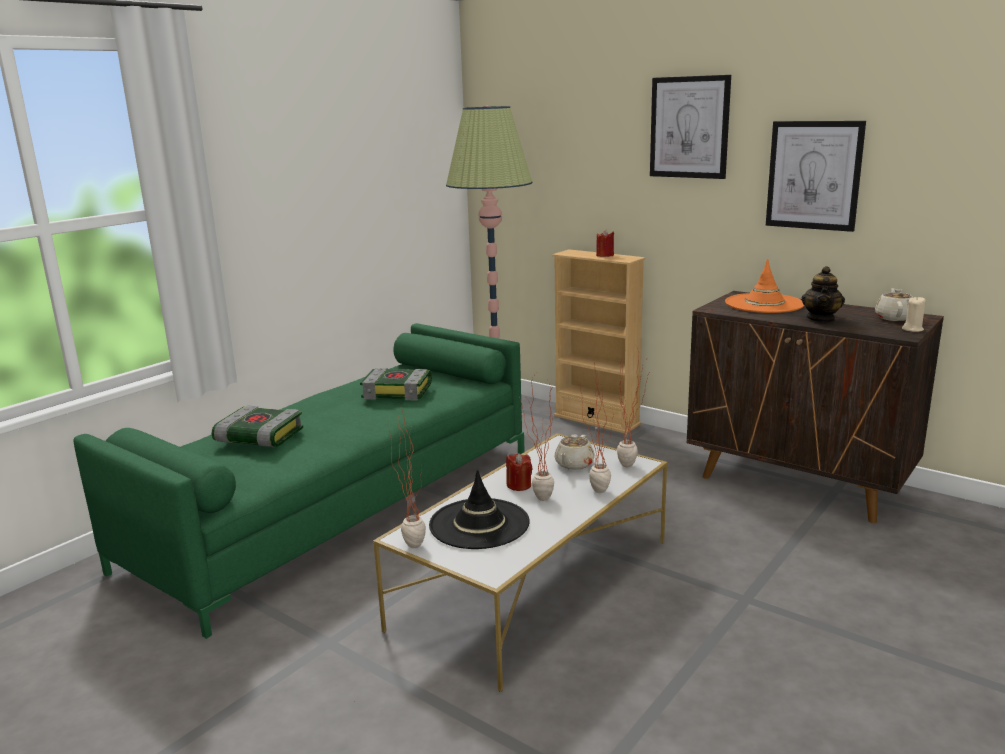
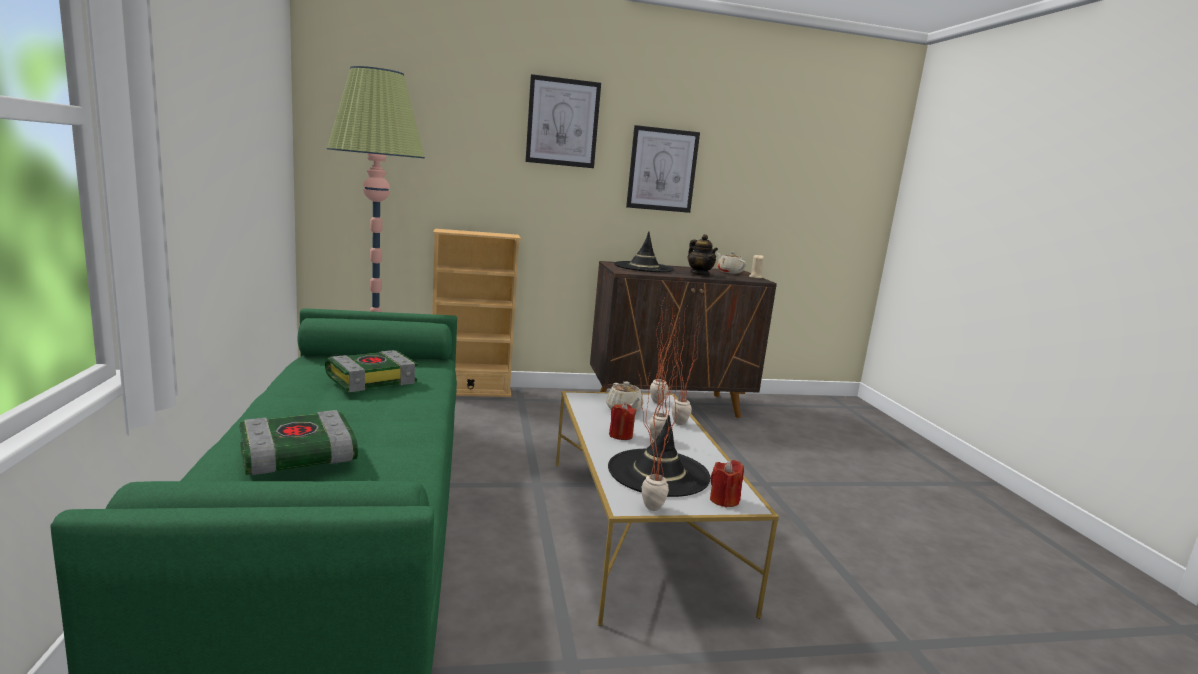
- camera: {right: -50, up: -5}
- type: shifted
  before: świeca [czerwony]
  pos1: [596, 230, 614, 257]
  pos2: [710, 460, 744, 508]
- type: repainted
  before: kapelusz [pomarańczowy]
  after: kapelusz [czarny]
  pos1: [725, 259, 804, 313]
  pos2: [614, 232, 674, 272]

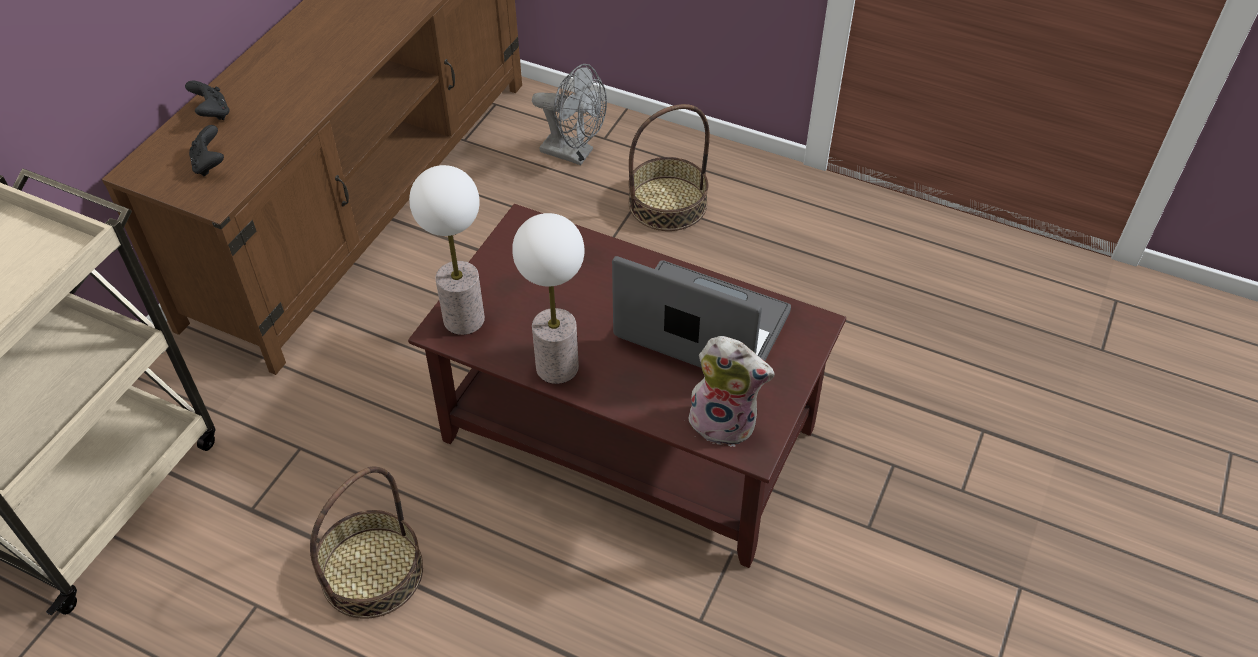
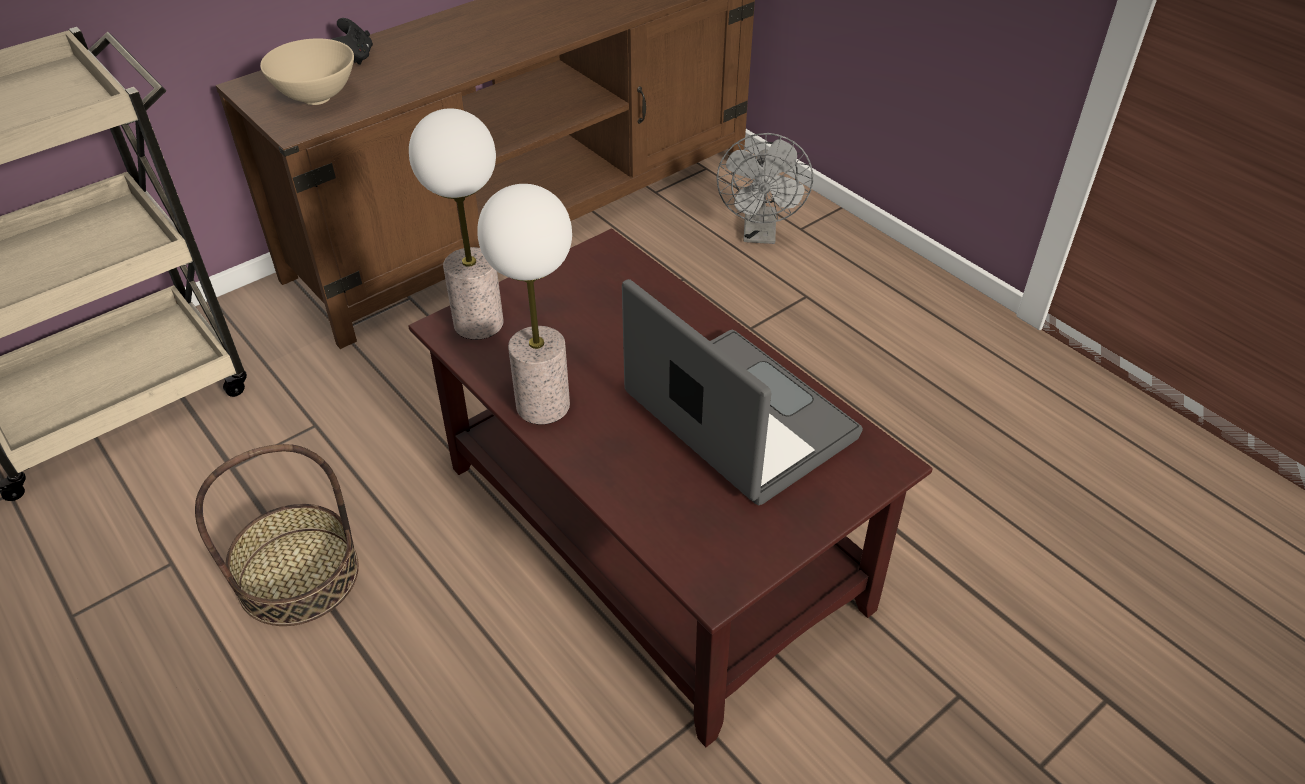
- camera: {right: 25, up: -5}
- type: swapped
  before: pad do gier [czarny]
  after: miska [beżowy]
  pos1: [189, 125, 224, 177]
  pos2: [260, 38, 354, 105]
- type: rotated
  before: wentylator [szary]
  pos1: [532, 64, 607, 165]
  pos2: [717, 133, 813, 244]
  turn: 45
- type: gone
  before: koszyk
  pos1: [628, 104, 710, 231]
- type: gone
  before: pluszak
  pos1: [688, 336, 775, 447]

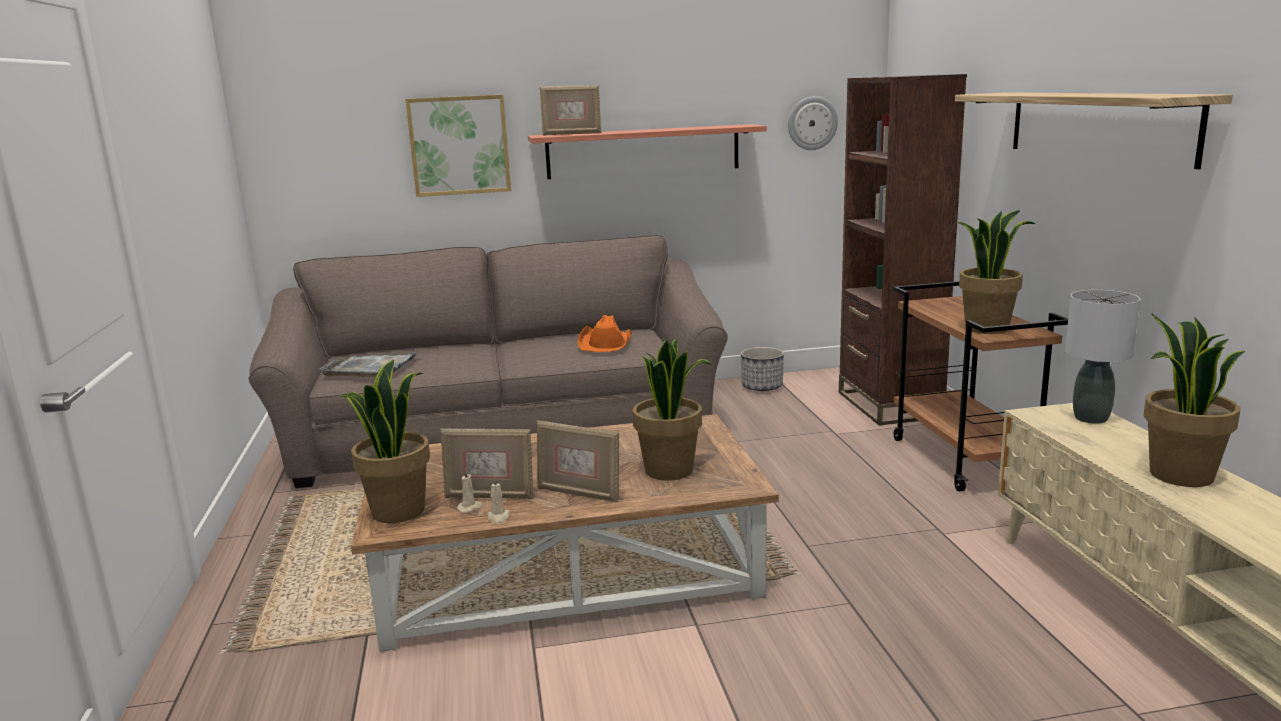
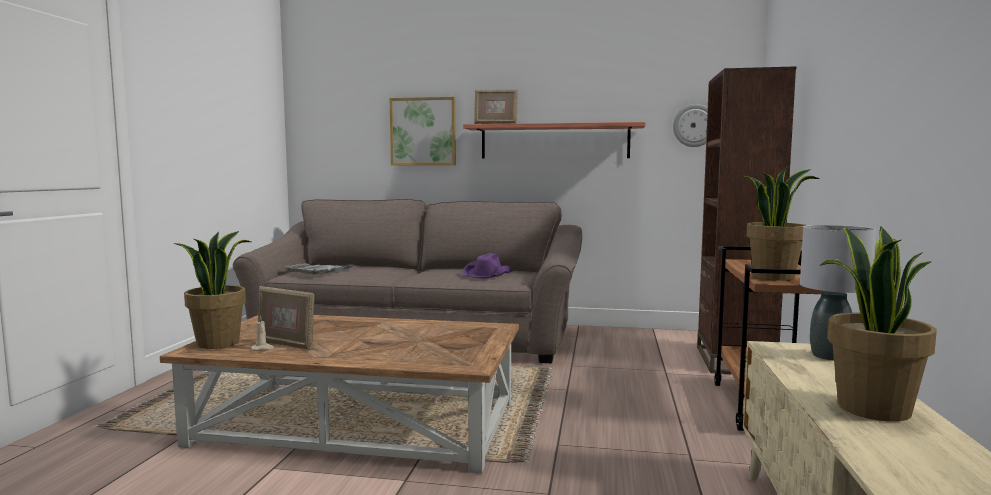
- camera: {right: 20, up: -10}
- type: gone
  before: świeca [beżowy]
  pos1: [487, 476, 510, 524]
- type: gone
  before: ramka na zdjęcie
  pos1: [537, 420, 619, 502]
- type: repainted
  before: kapelusz [pomarańczowy]
  after: kapelusz [fioletowy]
  pos1: [578, 315, 632, 352]
  pos2: [462, 253, 513, 278]
- type: gone
  before: roślina doniczkowa
  pos1: [632, 338, 712, 481]
- type: gone
  before: donica
  pos1: [741, 347, 784, 391]
- type: gone
  before: półka
  pos1: [955, 92, 1233, 169]

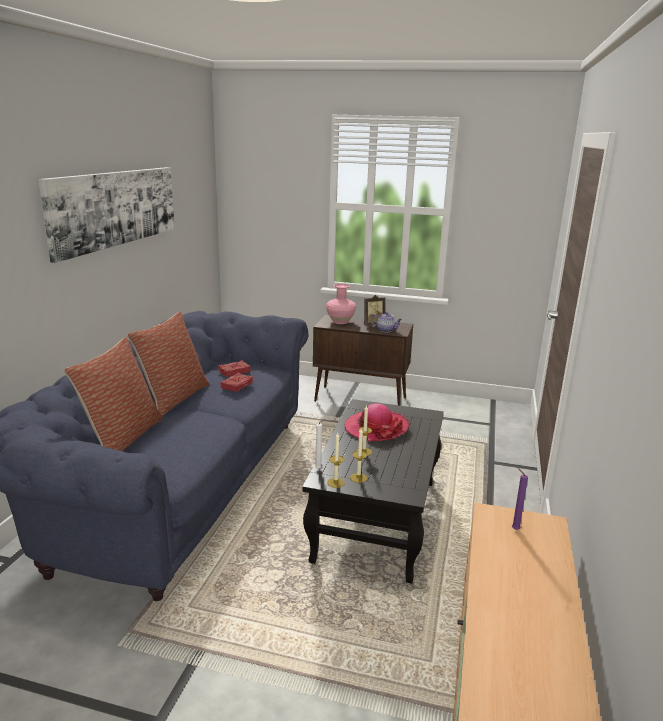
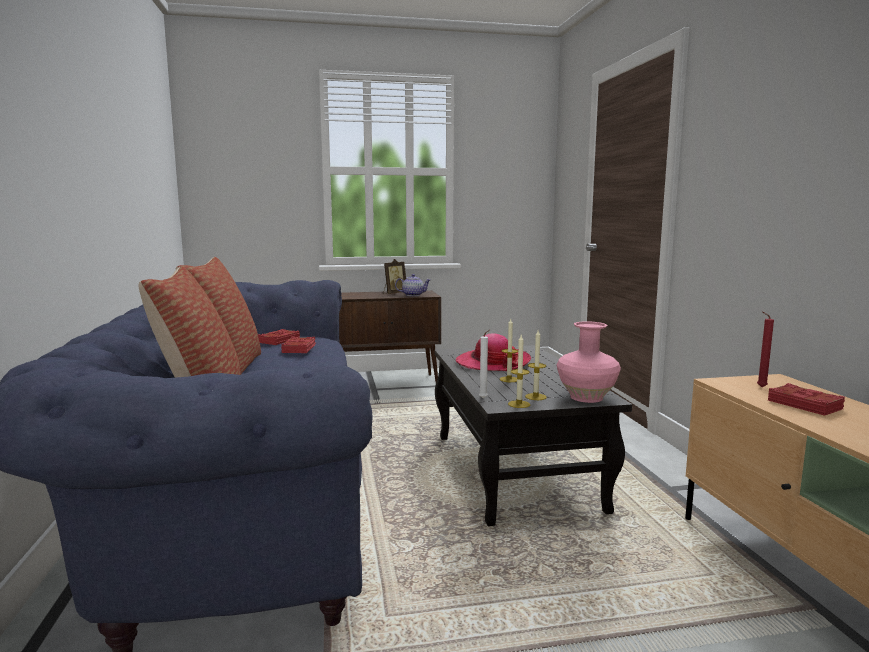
- camera: {right: -25, up: -10}
- type: gone
  before: obraz
  pos1: [39, 167, 175, 263]
- type: shifted
  before: wazon [różowy]
  pos1: [326, 284, 356, 324]
  pos2: [557, 321, 621, 403]
- type: repainted
  before: świeca [fioletowy]
  after: świeca [czerwony]
  pos1: [512, 468, 528, 530]
  pos2: [757, 312, 774, 387]
- type: new
  after: książka [czerwony]
  pos2: [768, 383, 845, 416]

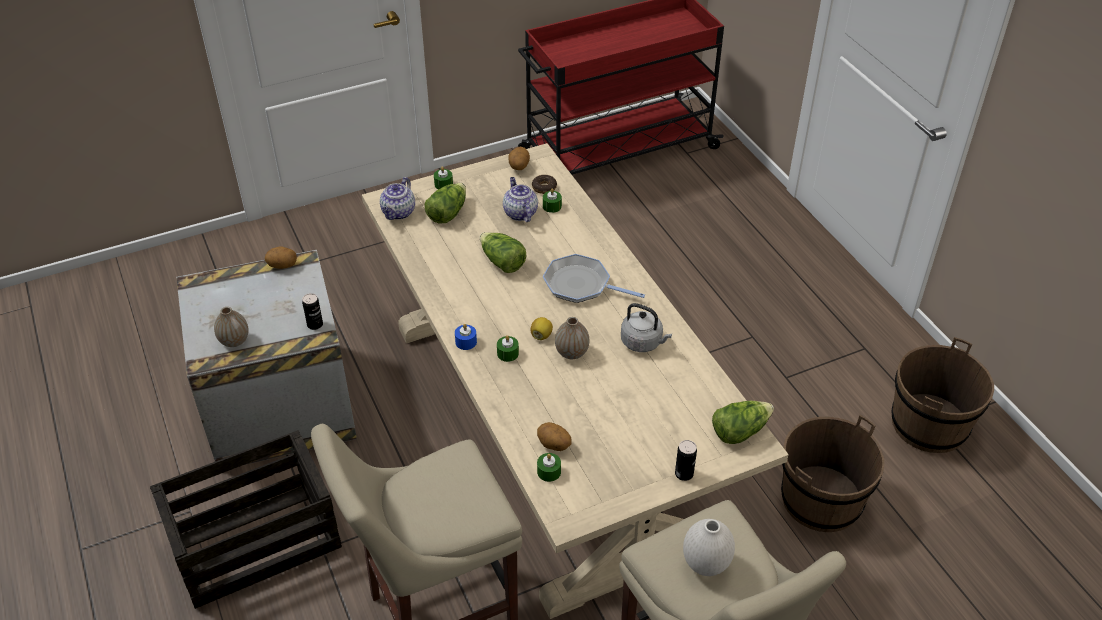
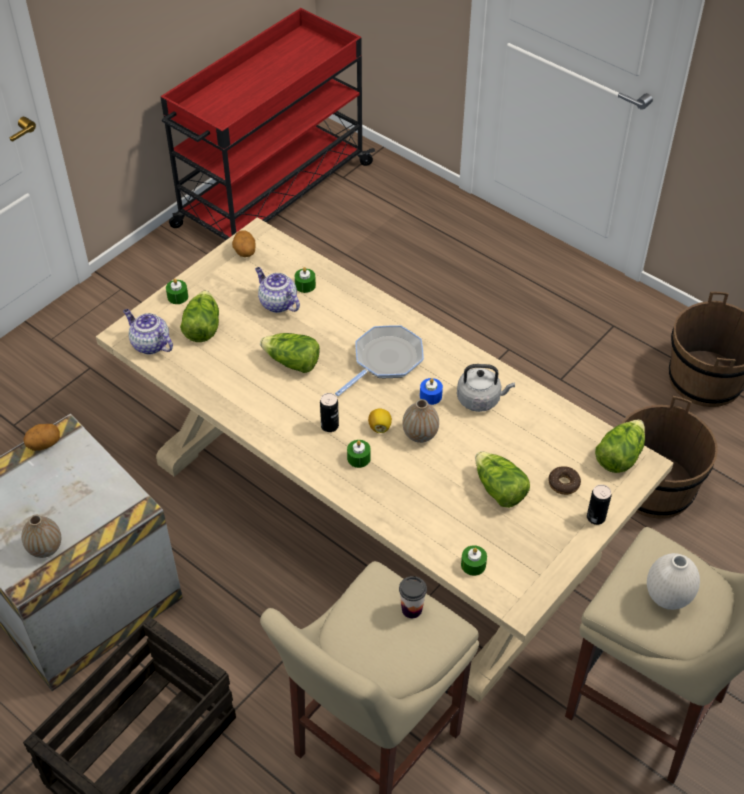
- camera: {right: -25, up: 5}
- type: shifted
  before: puszka
  pos1: [302, 293, 323, 330]
  pos2: [320, 393, 339, 432]
- type: rotated
  before: imbryk
  pos1: [380, 177, 415, 220]
  pos2: [123, 309, 173, 355]
  turn: 135
- type: shifted
  before: świeca [niebieski]
  pos1: [455, 324, 477, 350]
  pos2: [420, 378, 443, 405]
- type: shifted
  before: donut
  pos1: [532, 175, 557, 194]
  pos2: [548, 466, 581, 495]
- type: gone
  before: ziemniak
  pos1: [537, 422, 572, 451]
- type: rotated
  before: patelnia
  pos1: [543, 254, 645, 303]
  pos2: [335, 325, 424, 396]
  turn: 135
- type: new
  after: filiżanka
  pos2: [399, 576, 427, 618]
- type: new
  after: sałata
  pos2: [475, 451, 530, 508]

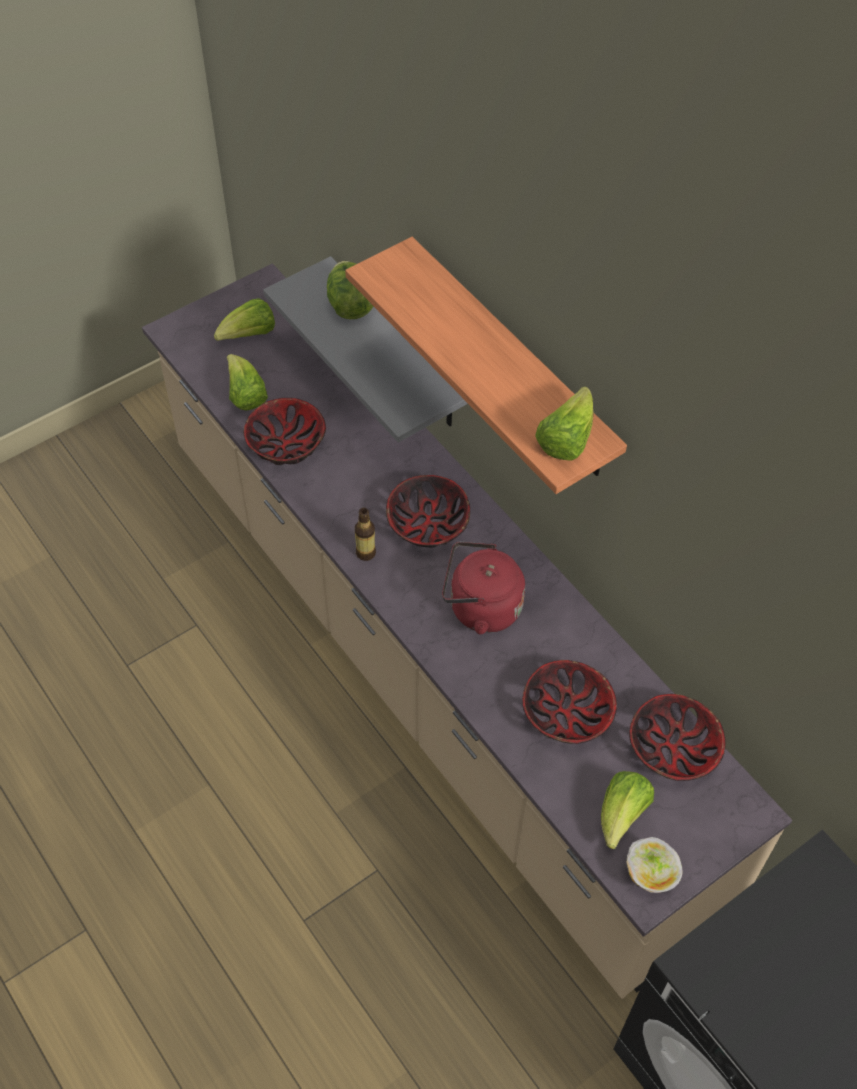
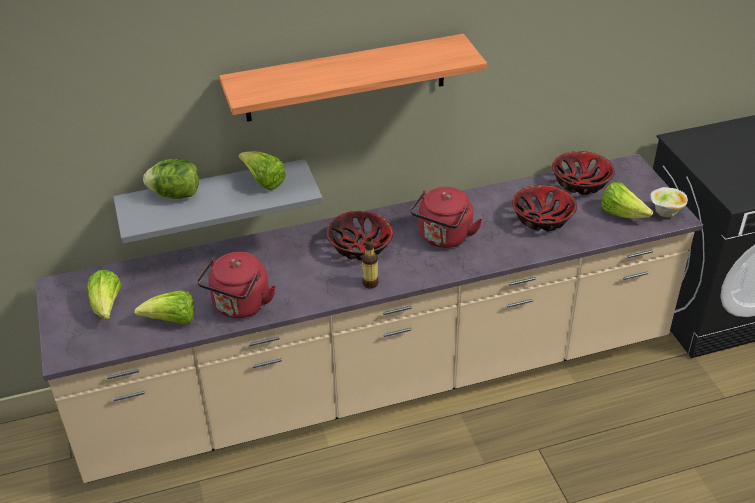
- camera: {right: -70, up: -15}
- type: swapped
  before: miska
  after: czajnik [czerwony]
  pos1: [244, 398, 326, 465]
  pos2: [197, 252, 276, 318]
- type: shifted
  before: sałata
  pos1: [535, 386, 594, 461]
  pos2: [238, 151, 286, 190]

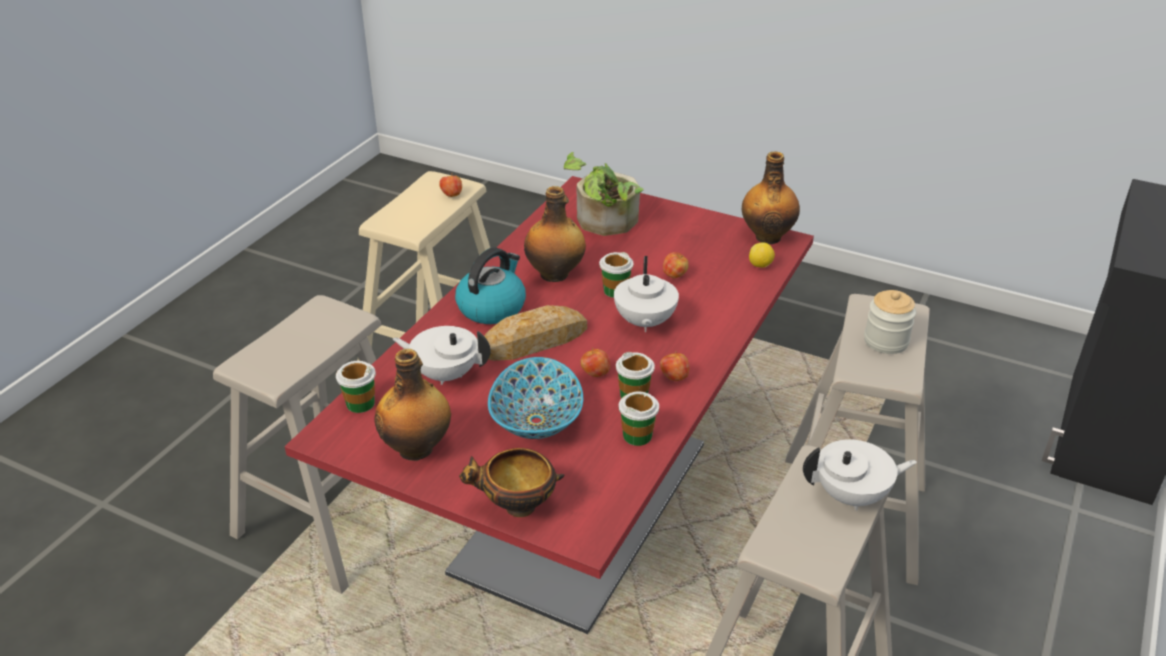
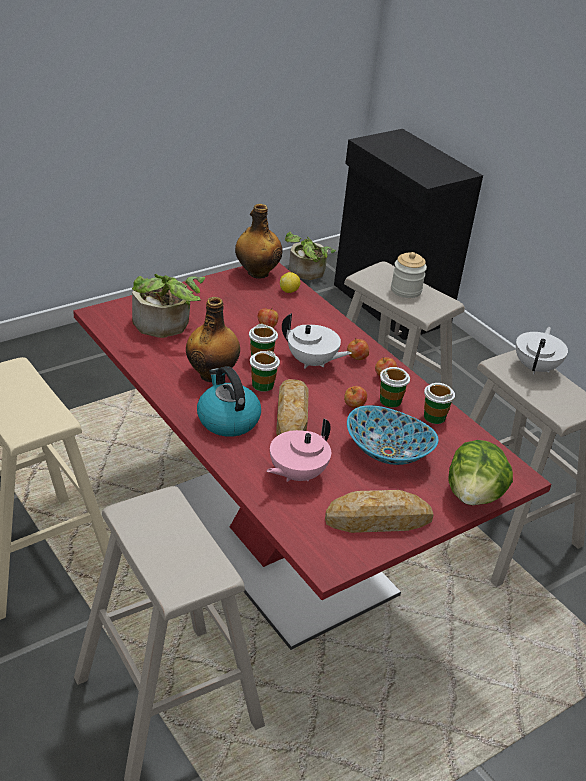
- camera: {right: -65, up: 0}
- type: shifted
  before: filiżanka
  pos1: [336, 361, 376, 413]
  pos2: [250, 351, 280, 392]
- type: swapped
  before: butelka
  after: chleb
  pos1: [374, 349, 451, 461]
  pos2: [325, 490, 434, 533]
- type: repainted
  before: imbryk [biały]
  after: imbryk [różowy]
  pos1: [393, 326, 491, 385]
  pos2: [267, 418, 331, 482]
- type: shifted
  before: jabłko
  pos1: [439, 173, 462, 197]
  pos2: [347, 338, 369, 360]
- type: swapped
  before: miska
  after: sałata
  pos1: [459, 448, 564, 517]
  pos2: [448, 440, 513, 505]
- type: new
  after: roślina doniczkowa
  pos2: [285, 232, 336, 280]

